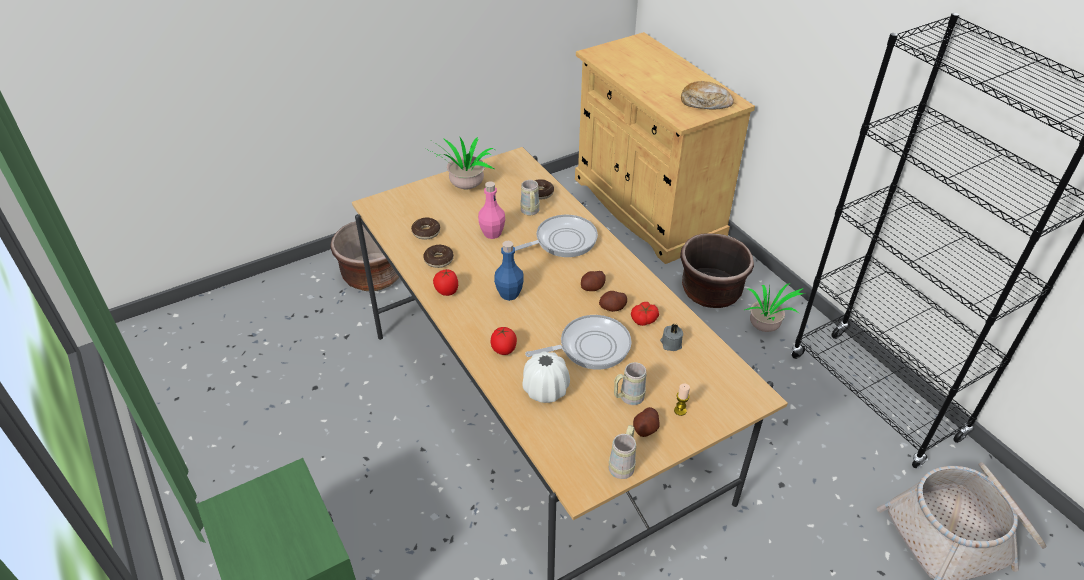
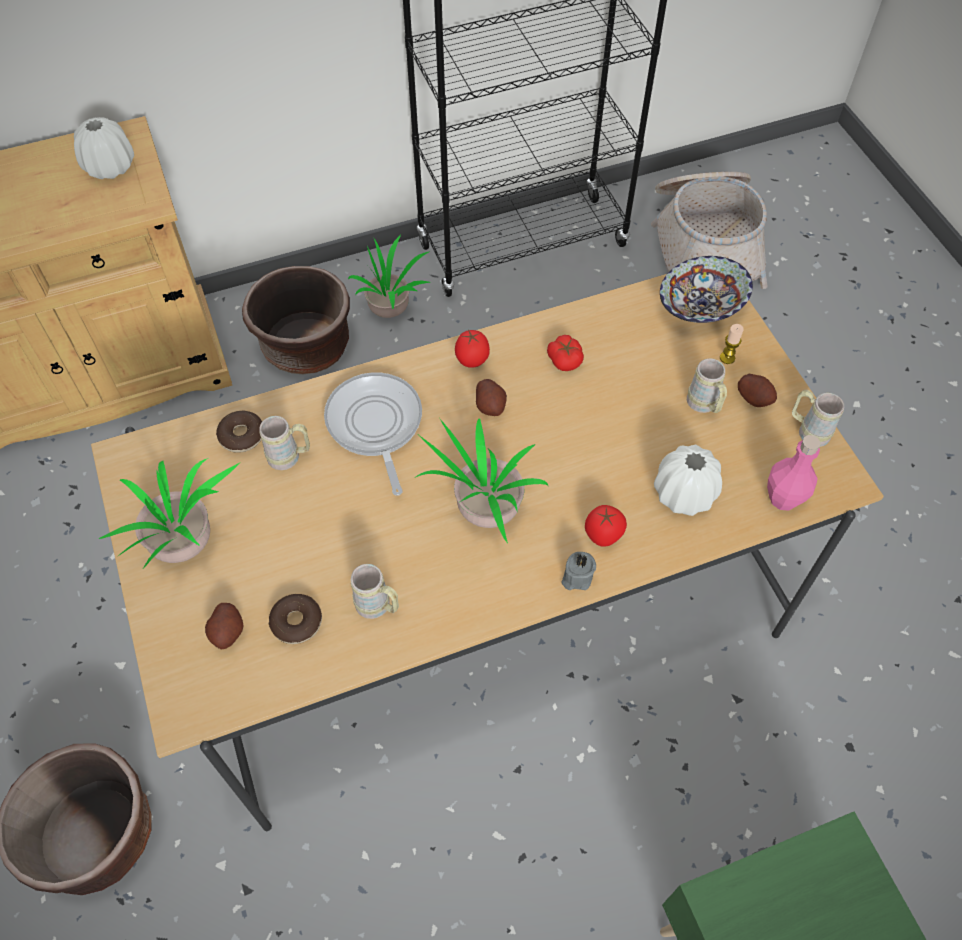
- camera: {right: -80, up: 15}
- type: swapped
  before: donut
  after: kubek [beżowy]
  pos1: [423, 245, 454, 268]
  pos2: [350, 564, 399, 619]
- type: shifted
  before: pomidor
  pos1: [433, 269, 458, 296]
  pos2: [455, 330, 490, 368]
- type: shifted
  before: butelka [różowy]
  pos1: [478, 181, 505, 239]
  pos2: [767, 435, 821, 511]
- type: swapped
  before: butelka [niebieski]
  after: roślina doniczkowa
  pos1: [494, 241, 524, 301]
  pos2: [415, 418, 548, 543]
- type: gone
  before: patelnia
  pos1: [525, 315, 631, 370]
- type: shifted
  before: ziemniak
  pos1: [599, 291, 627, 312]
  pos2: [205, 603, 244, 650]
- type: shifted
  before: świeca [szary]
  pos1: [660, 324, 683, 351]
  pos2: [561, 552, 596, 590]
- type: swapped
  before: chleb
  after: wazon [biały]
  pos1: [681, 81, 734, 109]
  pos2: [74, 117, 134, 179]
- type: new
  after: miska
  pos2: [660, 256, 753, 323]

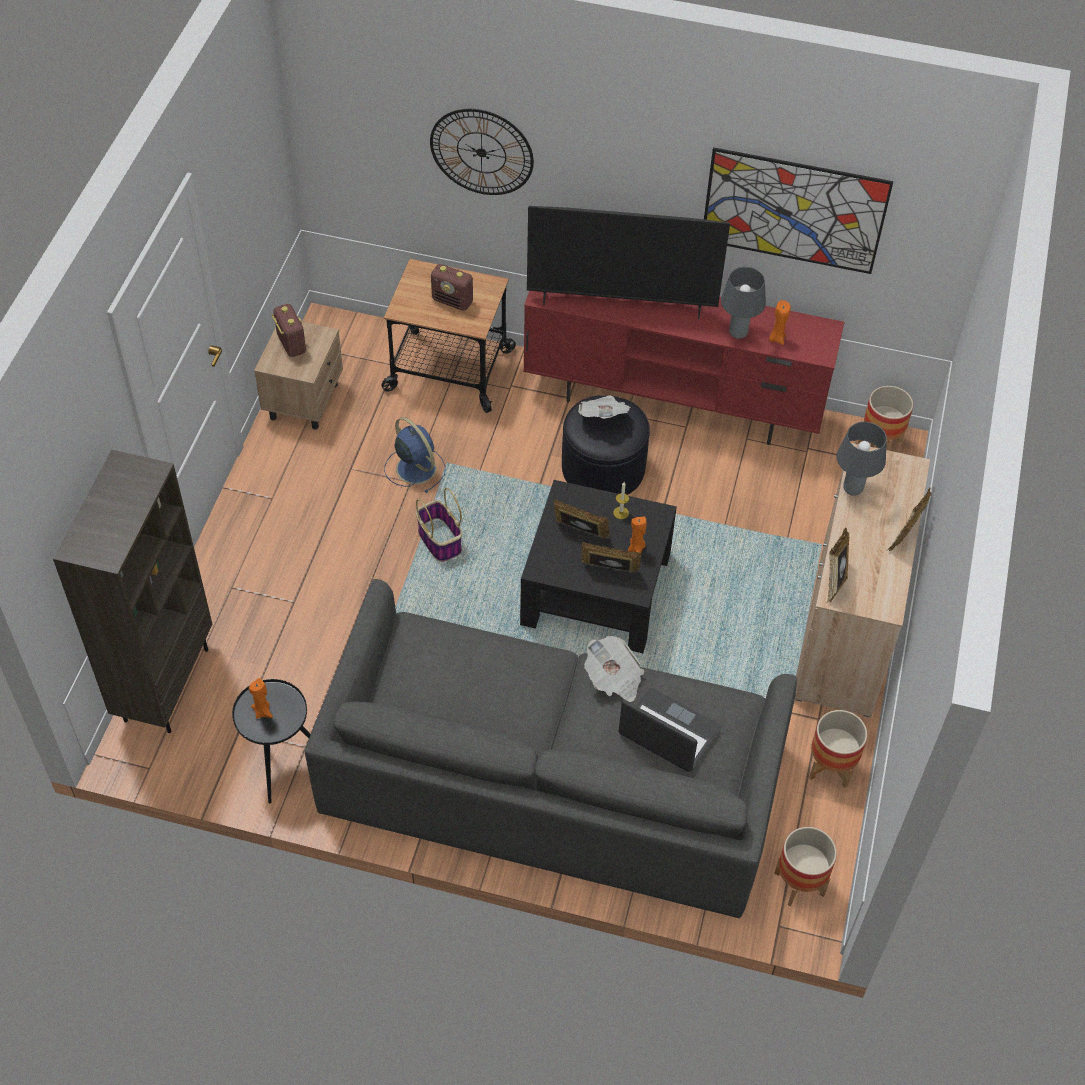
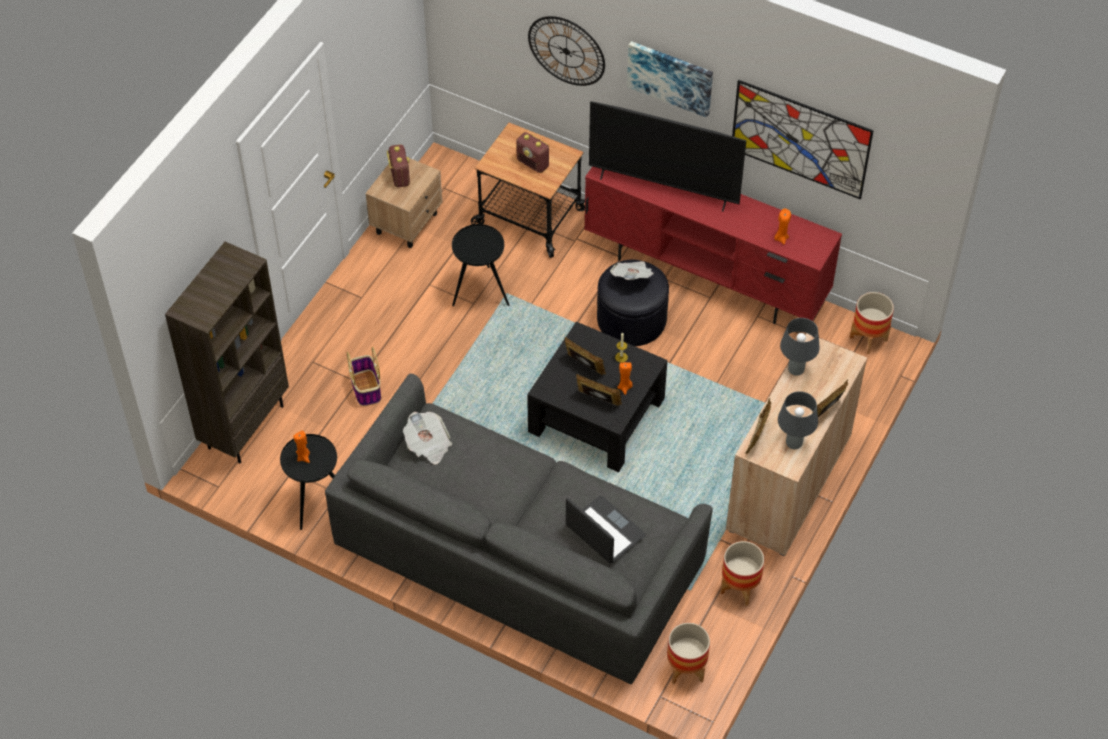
- camera: {right: 15, up: 0}
- type: swapped
  before: wentylator [niebieski]
  after: stolik [czarny]
  pos1: [384, 417, 446, 493]
  pos2: [452, 224, 510, 306]
- type: shifted
  before: koszyk
  pos1: [416, 488, 462, 562]
  pos2: [347, 347, 381, 406]
- type: shifted
  before: gazeta
  pos1: [584, 636, 644, 702]
  pos2: [403, 412, 452, 465]
- type: shifted
  before: lampa stołowa [szary]
  pos1: [721, 267, 766, 339]
  pos2: [778, 391, 818, 449]
- type: new
  after: obraz
  pos2: [627, 41, 713, 118]

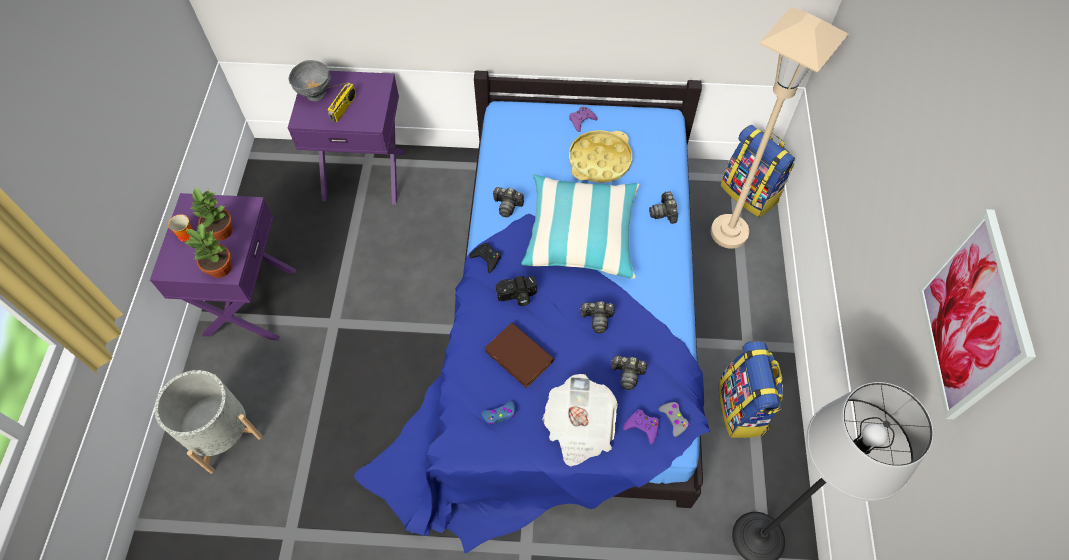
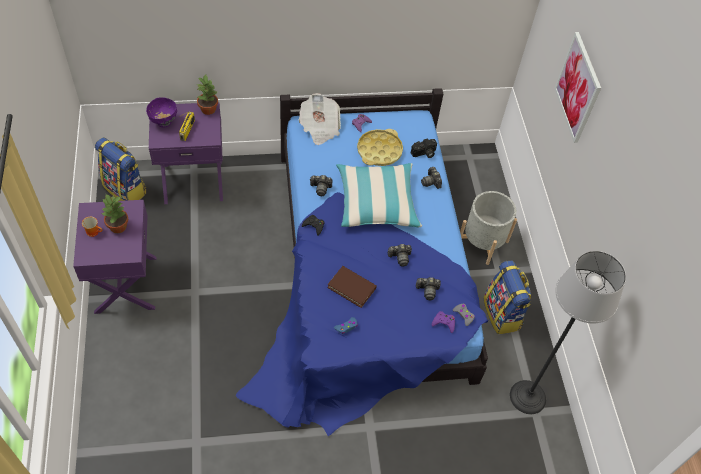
- camera: {right: -15, up: -5}
- type: shifted
  before: donica [szary]
  pos1: [154, 370, 262, 474]
  pos2: [460, 191, 517, 265]
- type: shifted
  before: roślina doniczkowa
  pos1: [185, 223, 232, 278]
  pos2: [197, 75, 218, 115]
- type: repainted
  before: miska [szary]
  after: miska [fioletowy]
  pos1: [289, 60, 331, 101]
  pos2: [146, 97, 177, 127]
- type: shifted
  before: aparat fotograficzny
  pos1: [496, 276, 537, 306]
  pos2: [411, 139, 437, 158]
- type: shifted
  before: gazeta
  pos1: [542, 374, 618, 467]
  pos2: [299, 93, 341, 145]
- type: gone
  before: lampa stojąca [beżowy]
  pos1: [711, 7, 849, 249]
- type: shifted
  before: plecak
  pos1: [721, 125, 795, 217]
  pos2: [95, 137, 146, 201]
- type: shifted
  before: obraz
  pos1: [919, 209, 1036, 419]
  pos2: [554, 32, 601, 143]

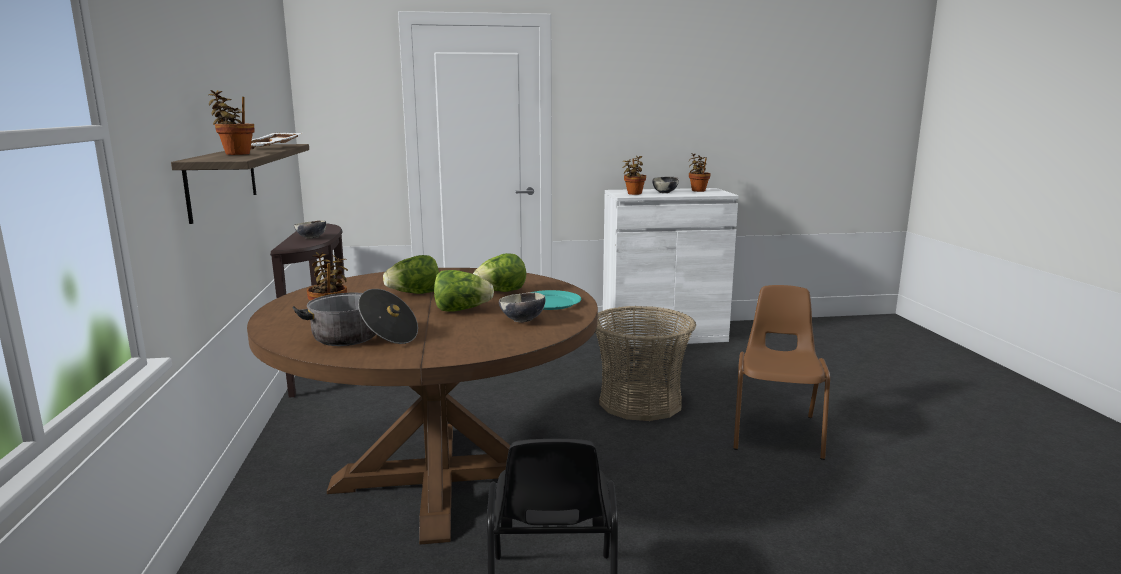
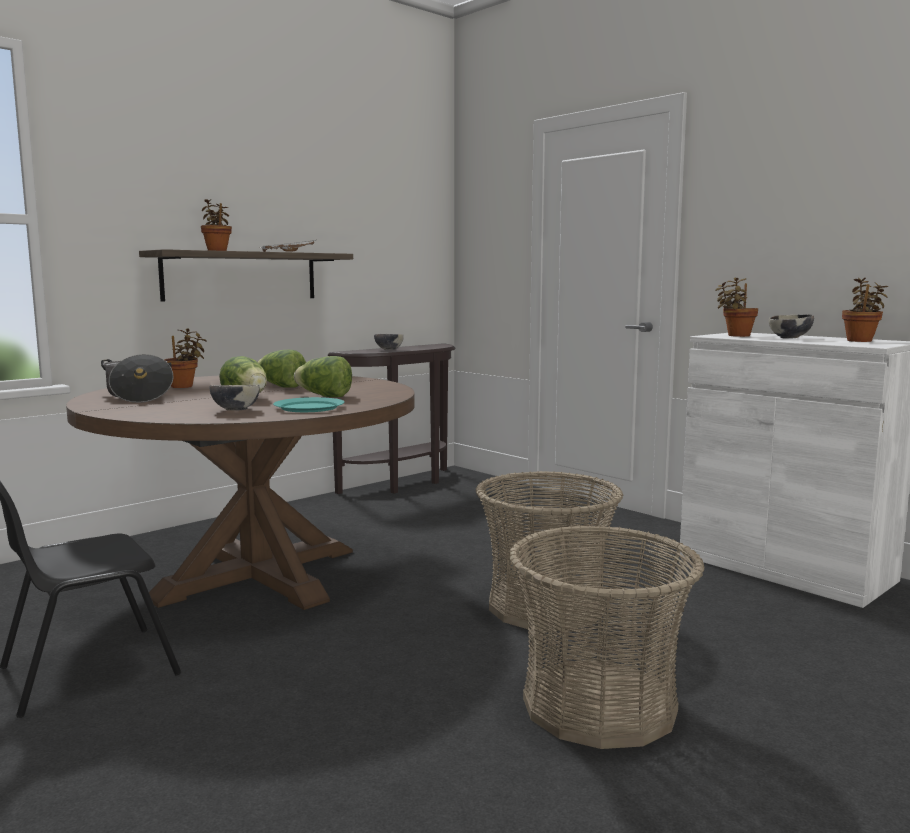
- camera: {right: 55, up: -5}
- type: swapped
  before: krzesło [brązowy]
  after: koszyk
  pos1: [733, 285, 830, 460]
  pos2: [509, 526, 704, 749]

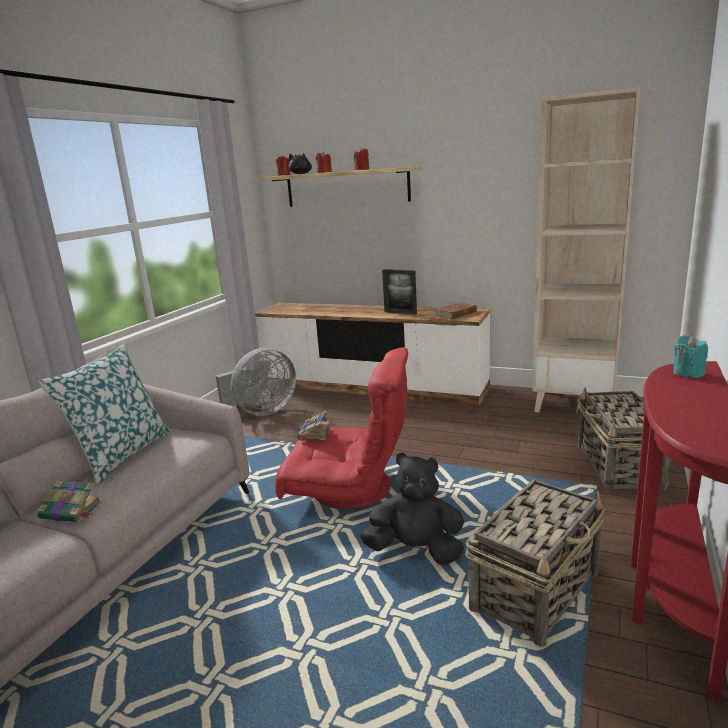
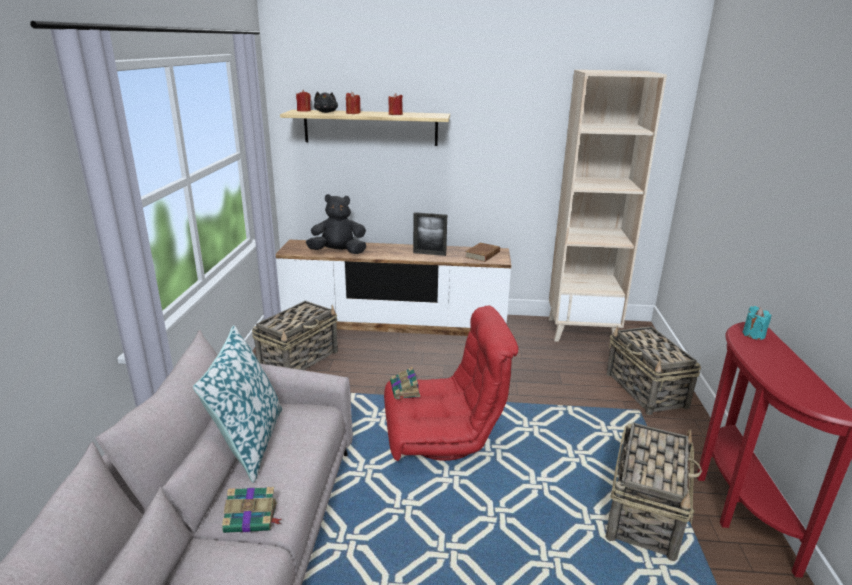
- camera: {right: -20, up: 5}
- type: swapped
  before: wentylator [szary]
  after: koszyk
  pos1: [216, 348, 296, 416]
  pos2: [252, 301, 338, 370]
- type: shifted
  before: pluszak [czarny]
  pos1: [360, 452, 464, 565]
  pos2: [306, 194, 366, 254]

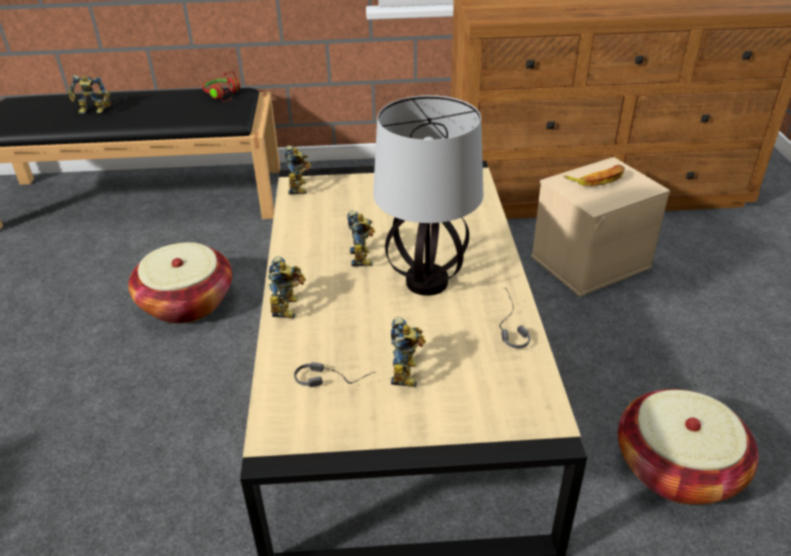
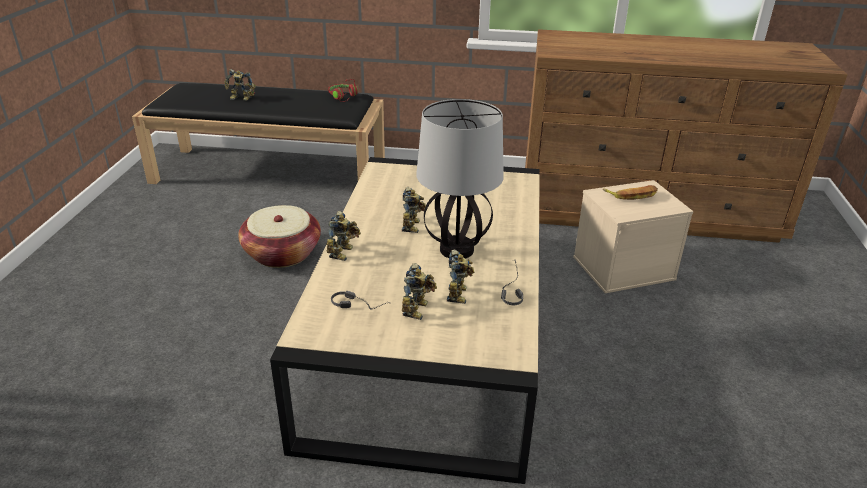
- camera: {right: 10, up: -5}
- type: shifted
  before: robot zabawkowy
  pos1: [285, 145, 311, 195]
  pos2: [447, 249, 475, 304]
- type: gone
  before: koszyk
  pos1: [618, 389, 759, 505]

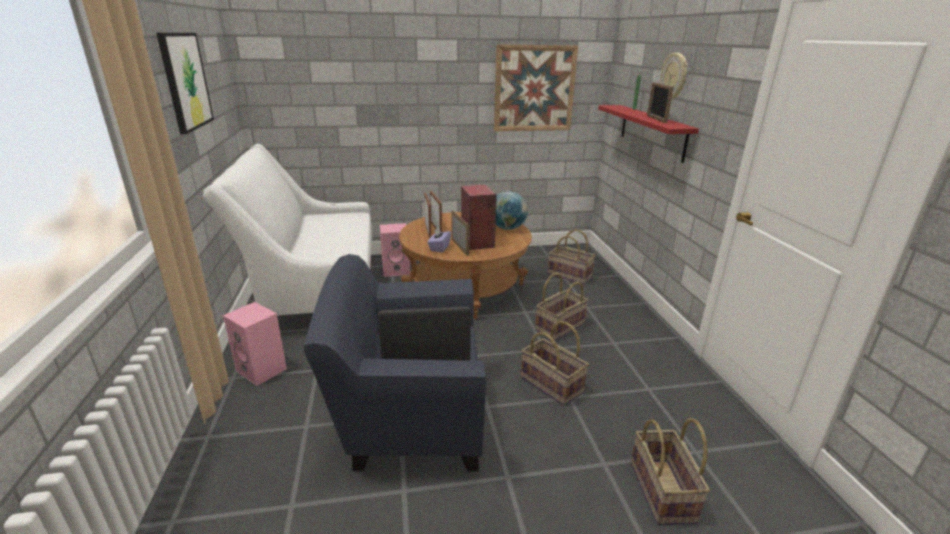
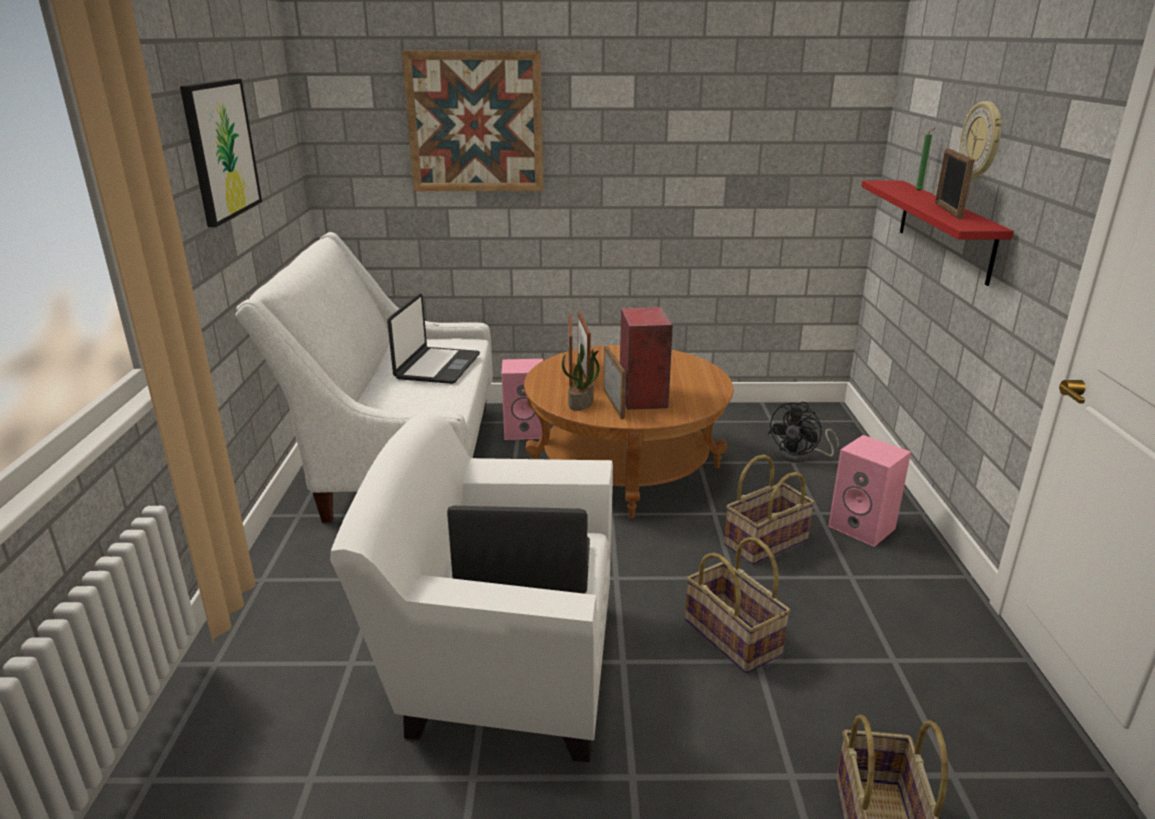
- camera: {right: 10, up: 0}
- type: shifted
  before: głośnik [różowy]
  pos1: [223, 302, 287, 386]
  pos2: [828, 435, 911, 547]
- type: repainted
  before: fotel [niebieski]
  after: fotel [biały]
  pos1: [304, 254, 486, 472]
  pos2: [330, 412, 613, 762]
- type: swapped
  before: pudełko chusteczek [fioletowy]
  after: roślina doniczkowa
  pos1: [428, 227, 451, 252]
  pos2: [562, 344, 600, 411]
- type: shifted
  before: obraz
  pos1: [494, 44, 578, 131]
  pos2: [402, 50, 543, 191]
- type: gone
  before: globus
  pos1: [496, 191, 528, 230]
- type: swapped
  before: koszyk
  after: wentylator [czarny]
  pos1: [548, 229, 596, 284]
  pos2: [768, 402, 839, 463]
- type: new
  after: laptop
  pos2: [387, 293, 480, 384]

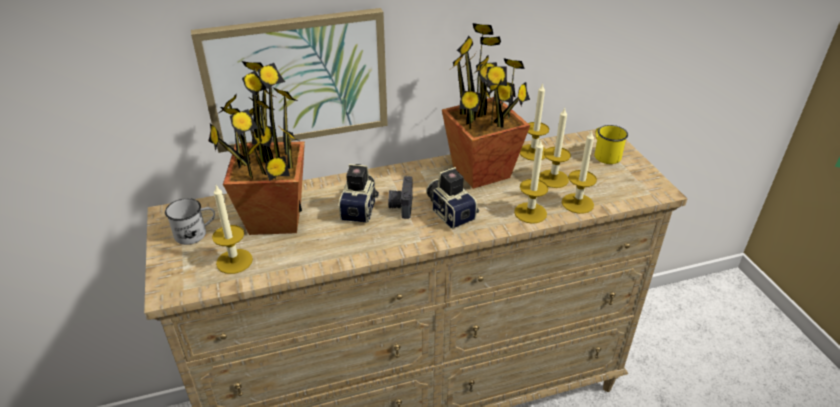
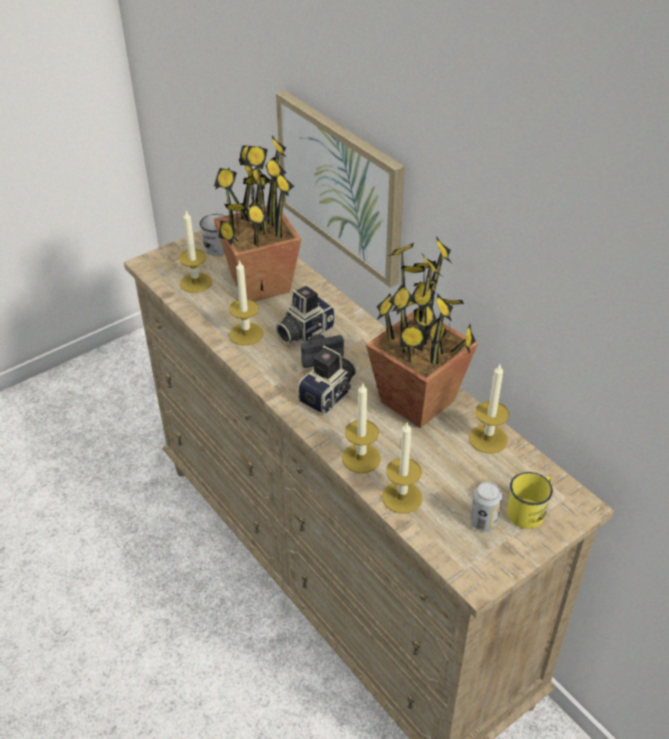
- camera: {right: 70, up: 5}
- type: rotated
  before: aparat fotograficzny
  pos1: [339, 164, 379, 223]
  pos2: [276, 286, 335, 344]
  turn: 150
- type: shifted
  before: świeca
  pos1: [539, 108, 571, 188]
  pos2: [229, 260, 263, 346]
- type: new
  after: puszka
  pos2: [470, 482, 502, 532]

